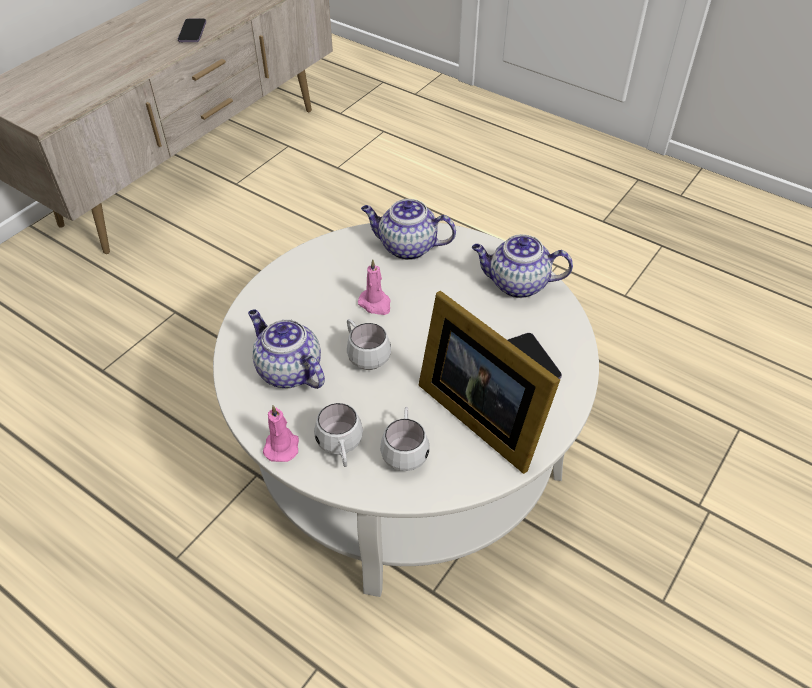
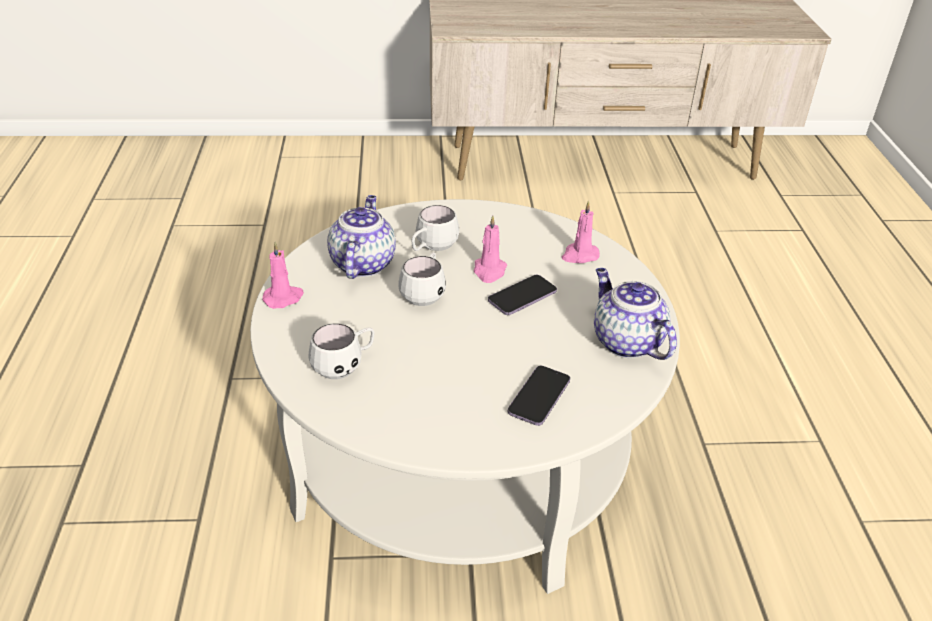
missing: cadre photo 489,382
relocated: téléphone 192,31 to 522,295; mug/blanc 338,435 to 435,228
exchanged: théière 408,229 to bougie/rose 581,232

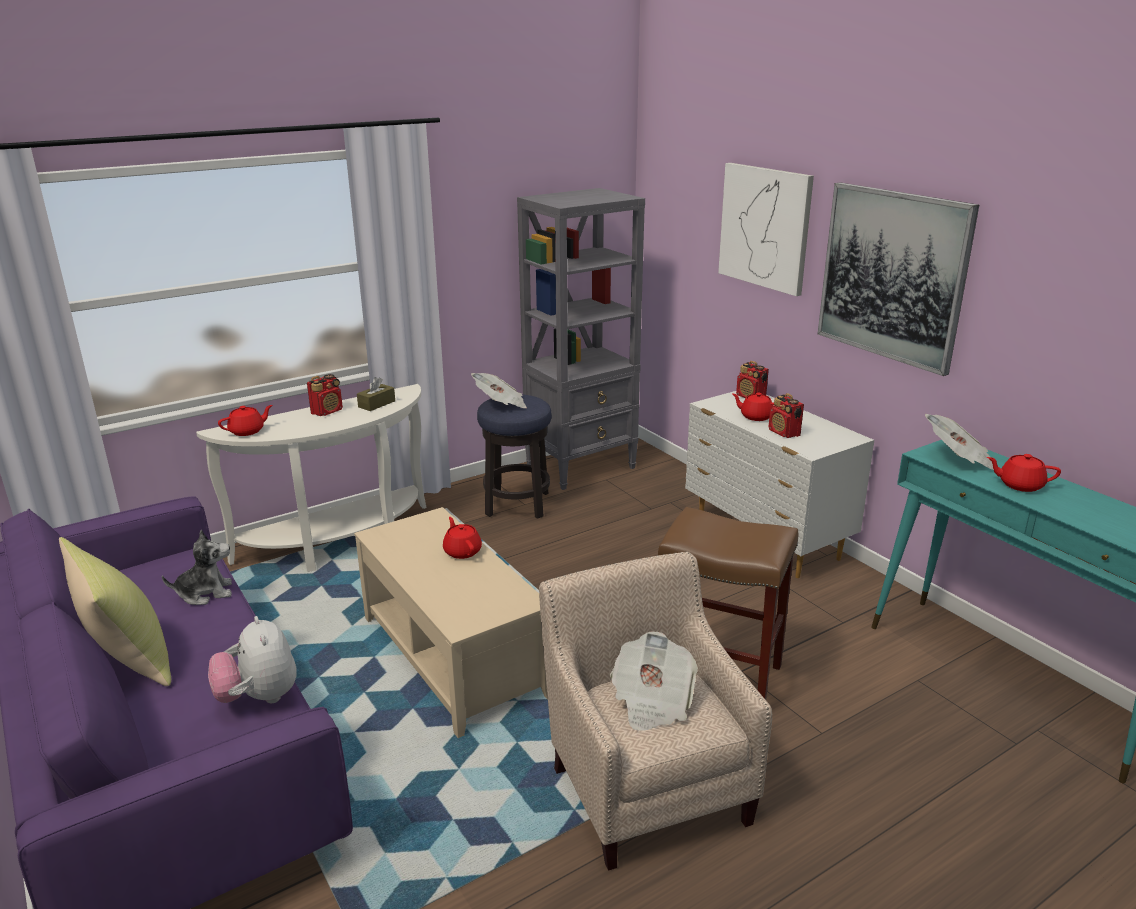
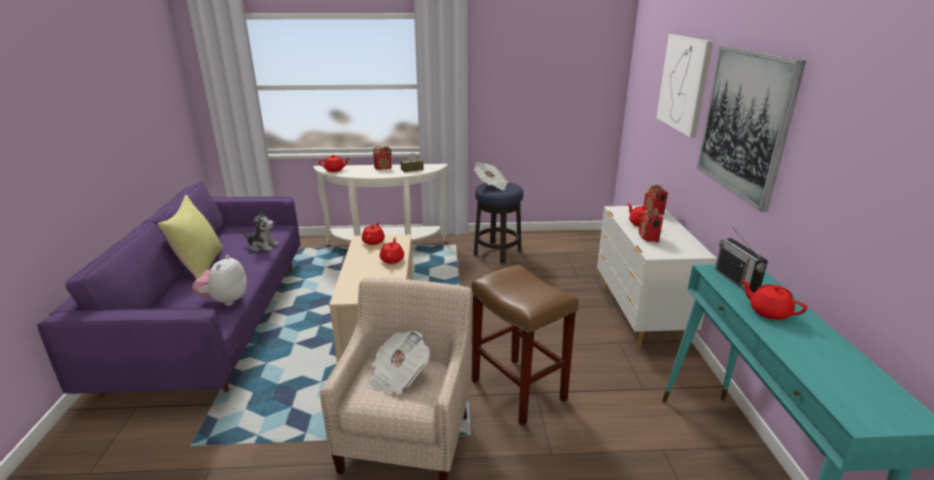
missing: bibliothèque/gris 581,339
appeared: théière/rouge 373,233
exchanged: journal 959,442 to radio 741,260

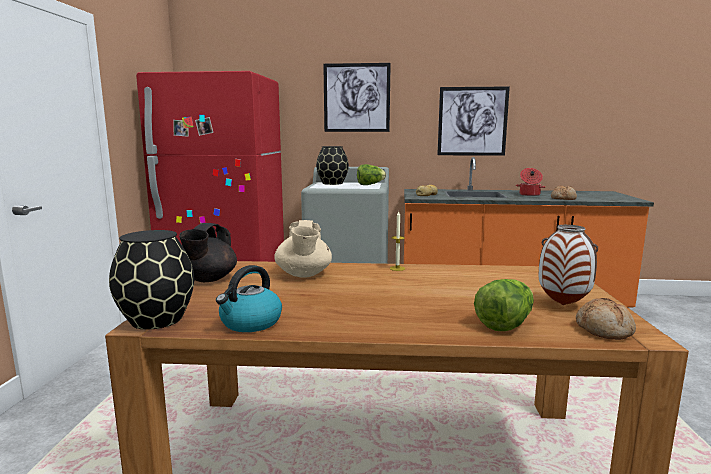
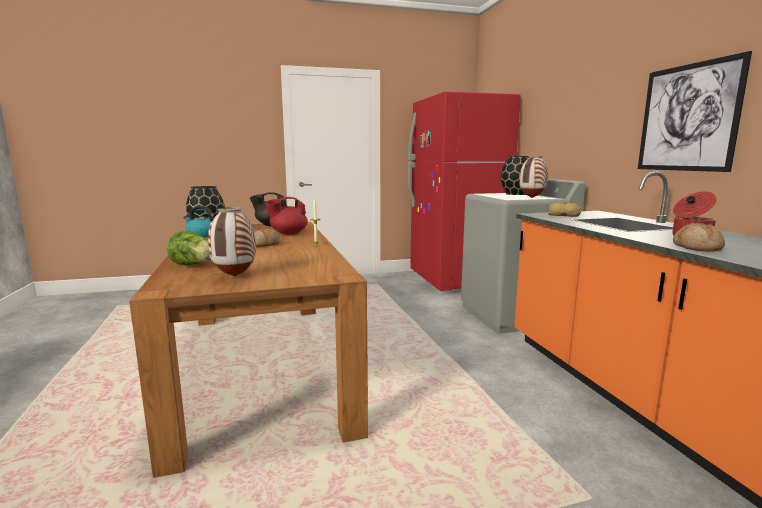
missing: tableau 357,97
relocated: pain 606,319 to 267,237
exchanged: laitue 371,174 to vase 533,177
colour: théière/beige 303,249 to théière/rouge 286,216

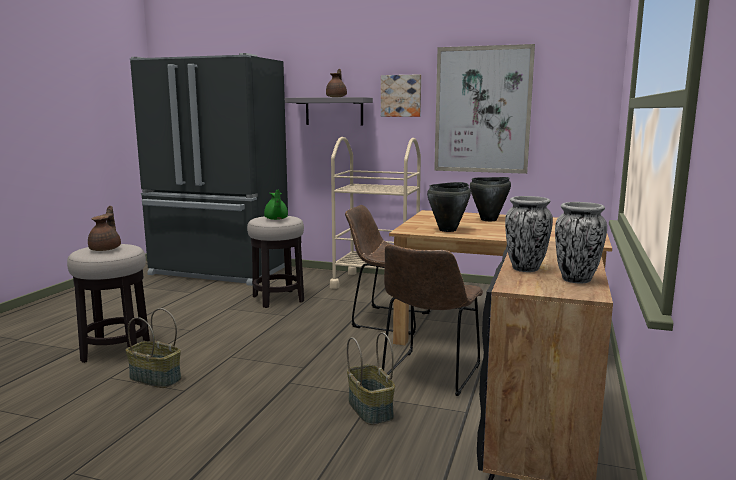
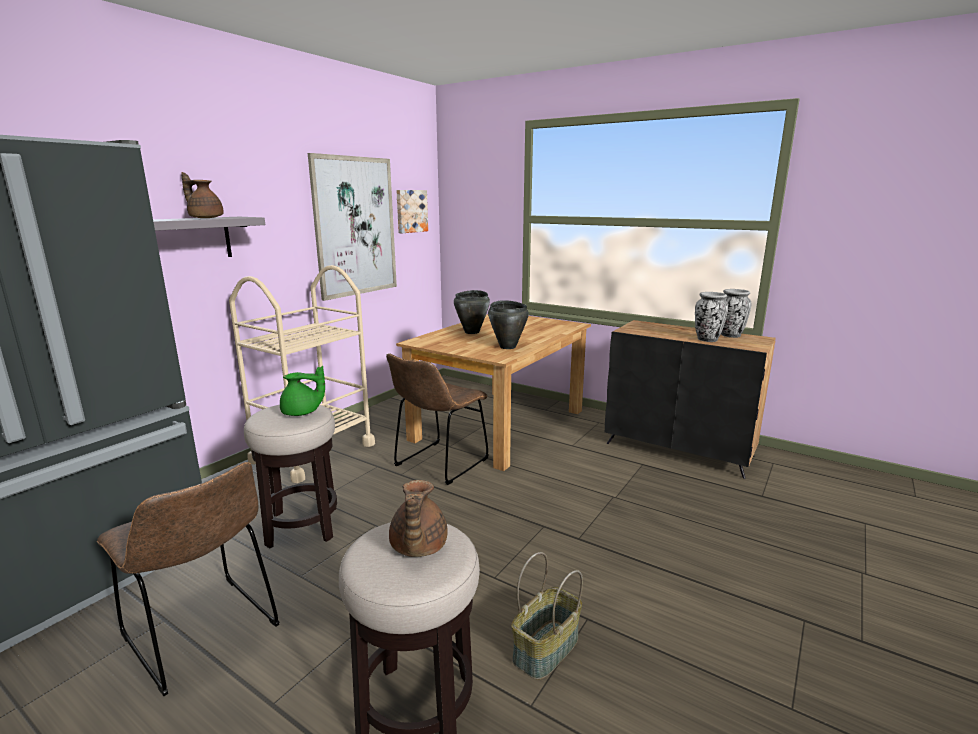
missing: panier 371,378
relocated: tableau 401,95 to 412,211; chaise/marron 432,320 to 188,579
spun: théière/marron 104,228 = 418,518 105 degrees counterclockwise

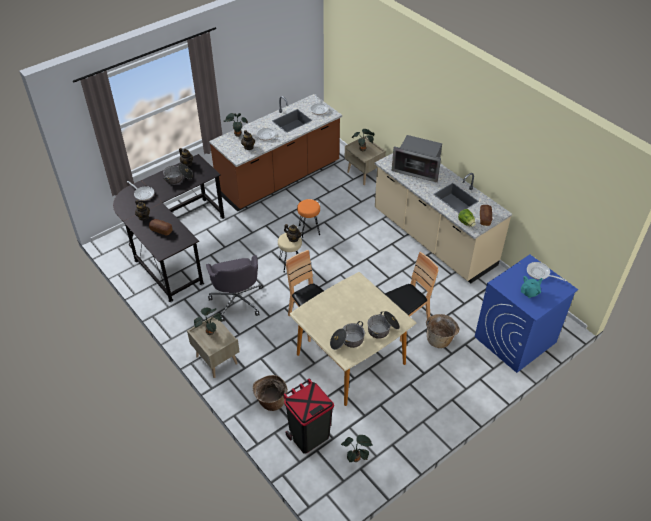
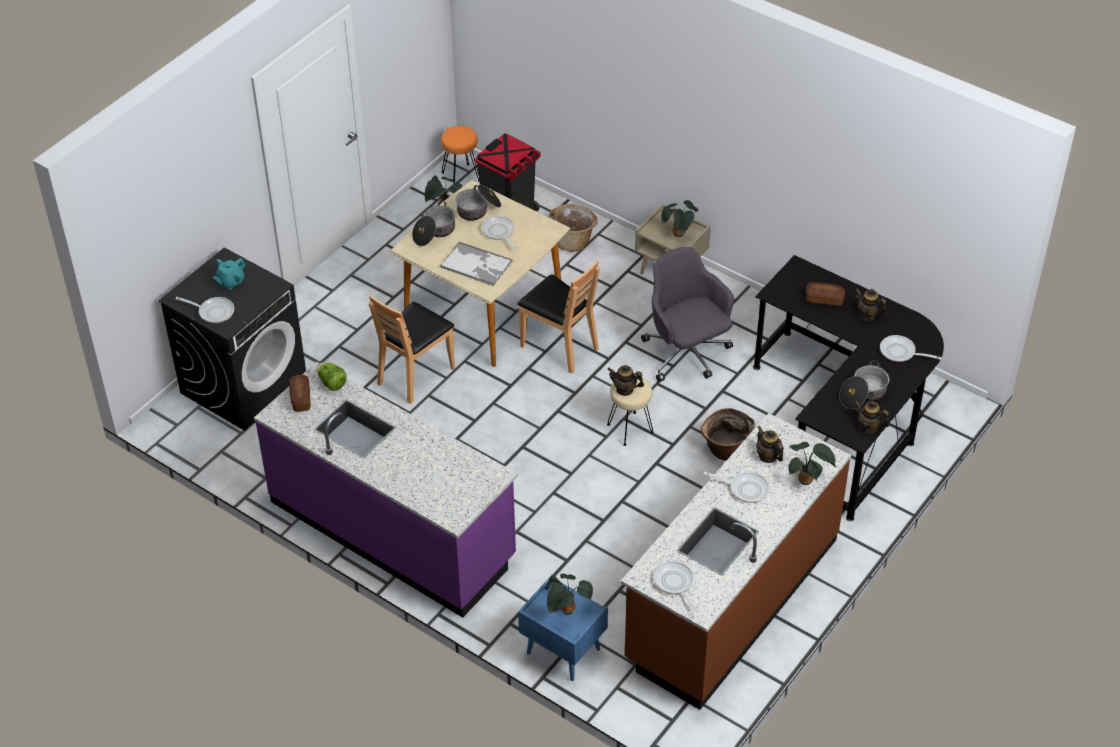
missing: micro-ondes 417,159
appeared: plateau 476,263; poêle 499,233
relocated: tabouret/orange 308,218 to 460,154; panier 442,331 to 728,434
colour: table de chevet/beige 365,160 to table de chevet/bleu 563,628; comptoir de cuisine/beige 443,218 to comptoir de cuisine/violet 386,489; lave-linge/bleu 526,314 to lave-linge/noir 232,339

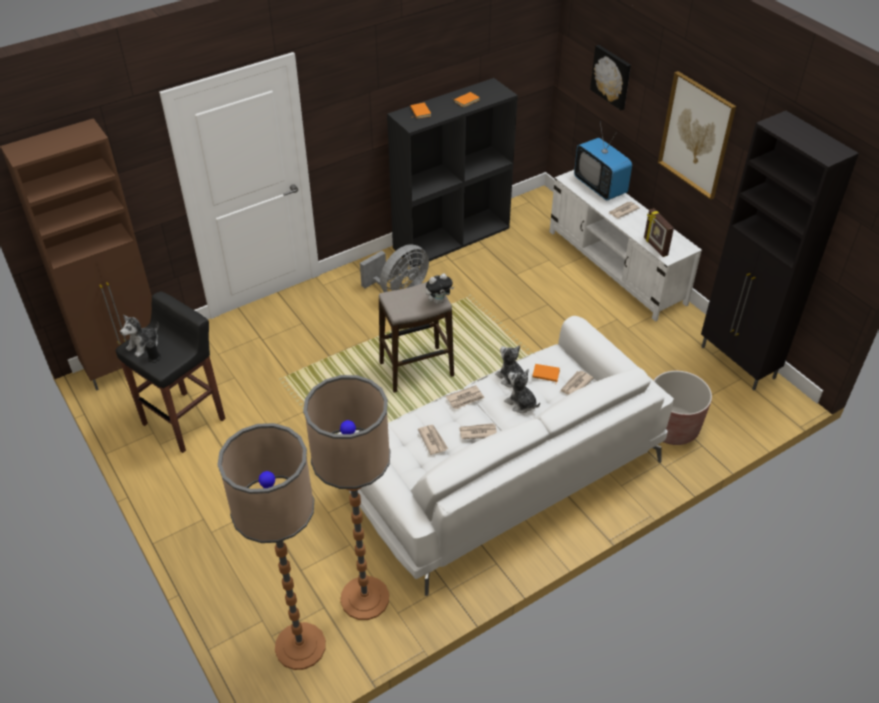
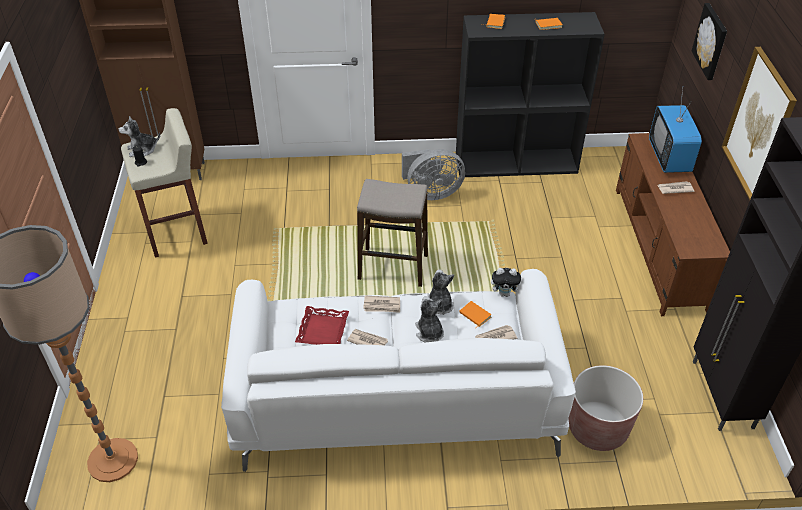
missing: lampadaire 346,497; cadre photo 659,232
relocated: peluche 440,288 to 506,282
exchanged: journal 433,440 to plateau/rouge 322,325
colour: tabouret/noir 171,372 to tabouret/beige 164,182; meuble télé/blanc 626,246 to meuble télé/marron 673,224

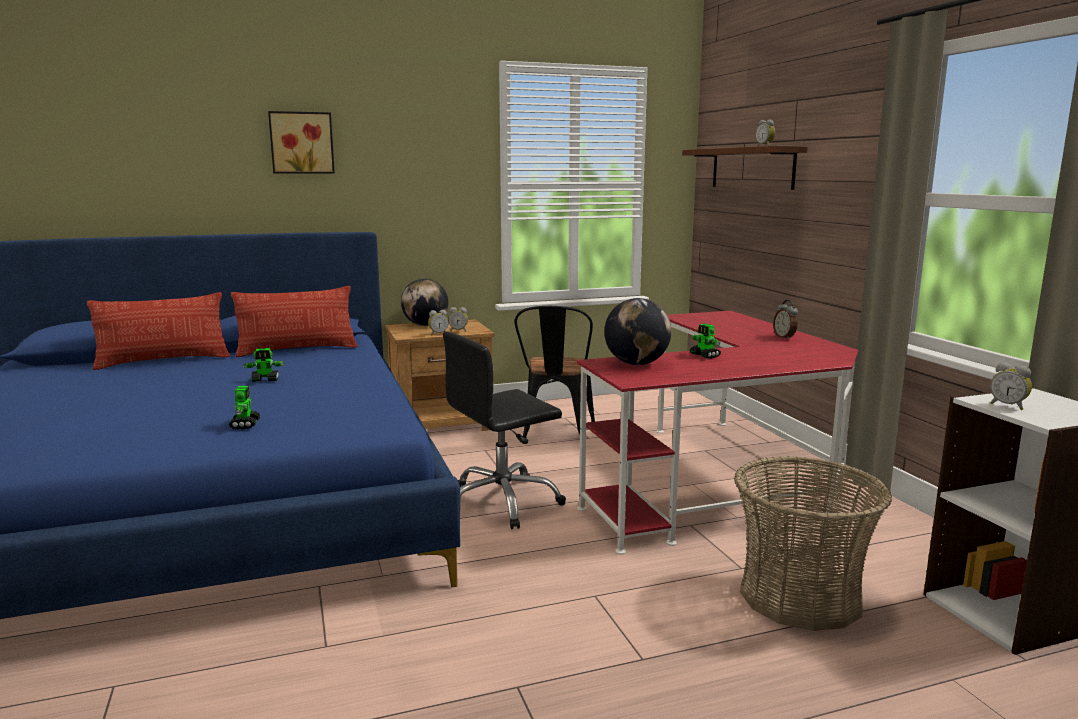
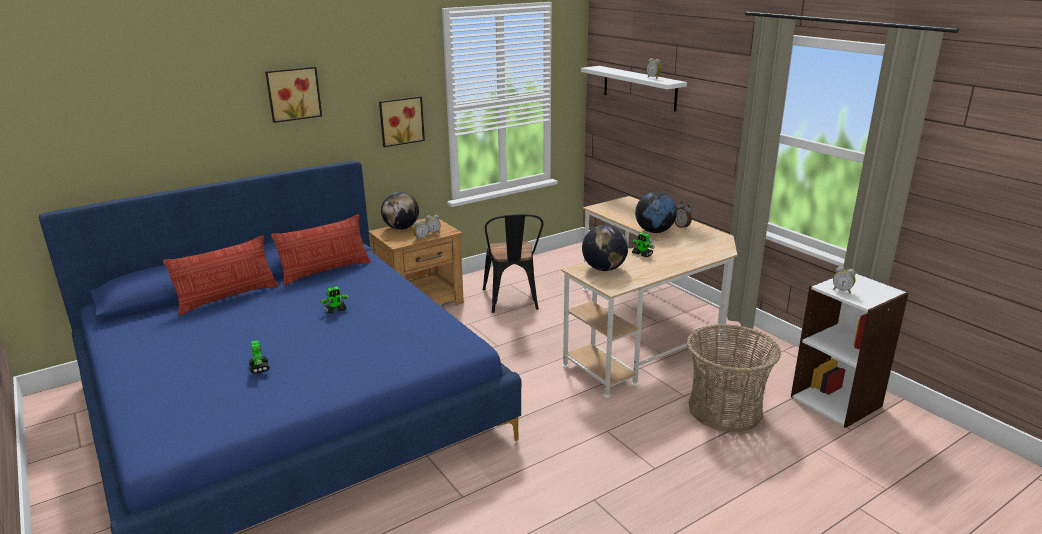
missing: chaise de bureau/noir 504,430
appeared: tableau 402,121; globe 656,212
relocated: robot jouet 244,407 to 259,357
colour: bureau/rouge 717,432 to bureau/beige 649,297; étagère/marron 745,168 to étagère/blanc 634,89

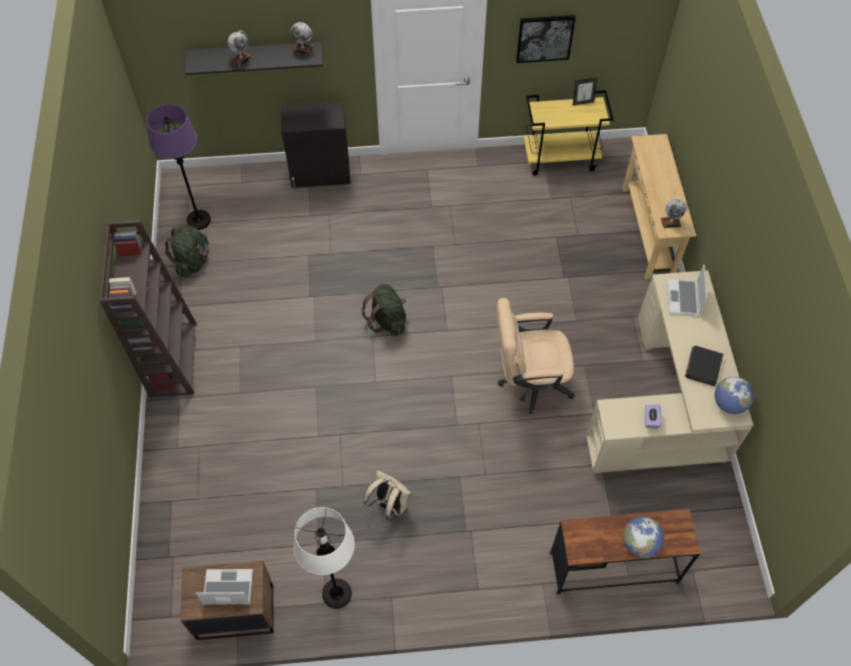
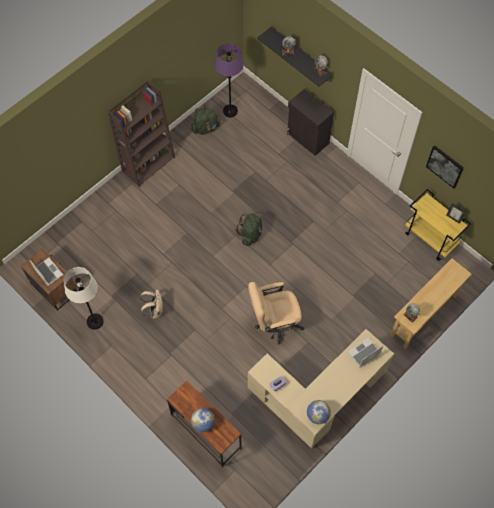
missing: livre/noir 704,366
spun: chaise de bureau/beige 535,356 = 276,312 60 degrees counterclockwise

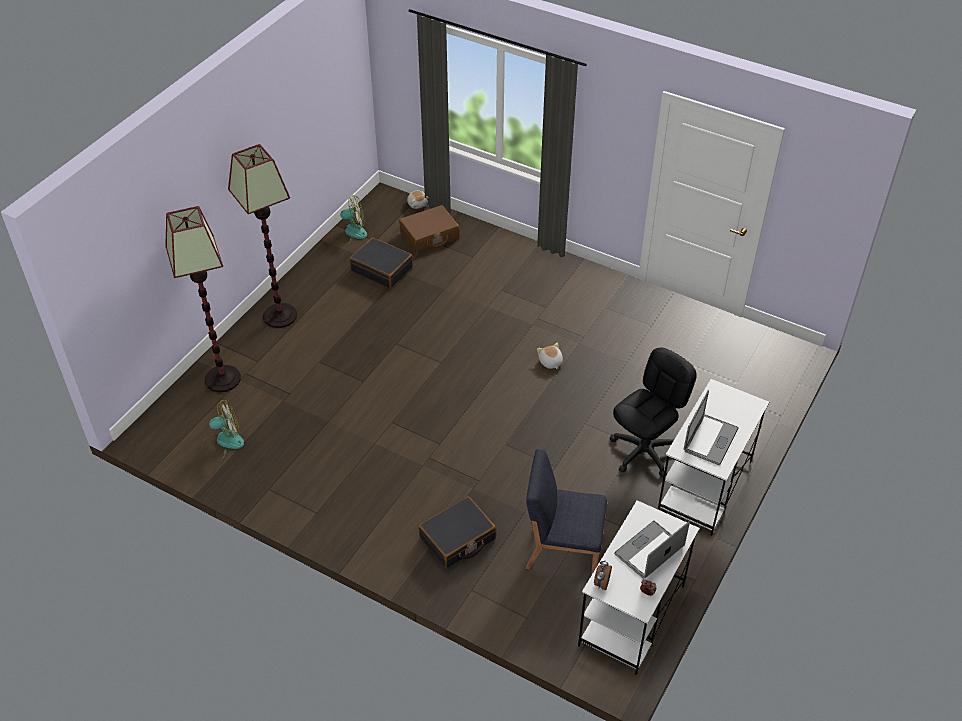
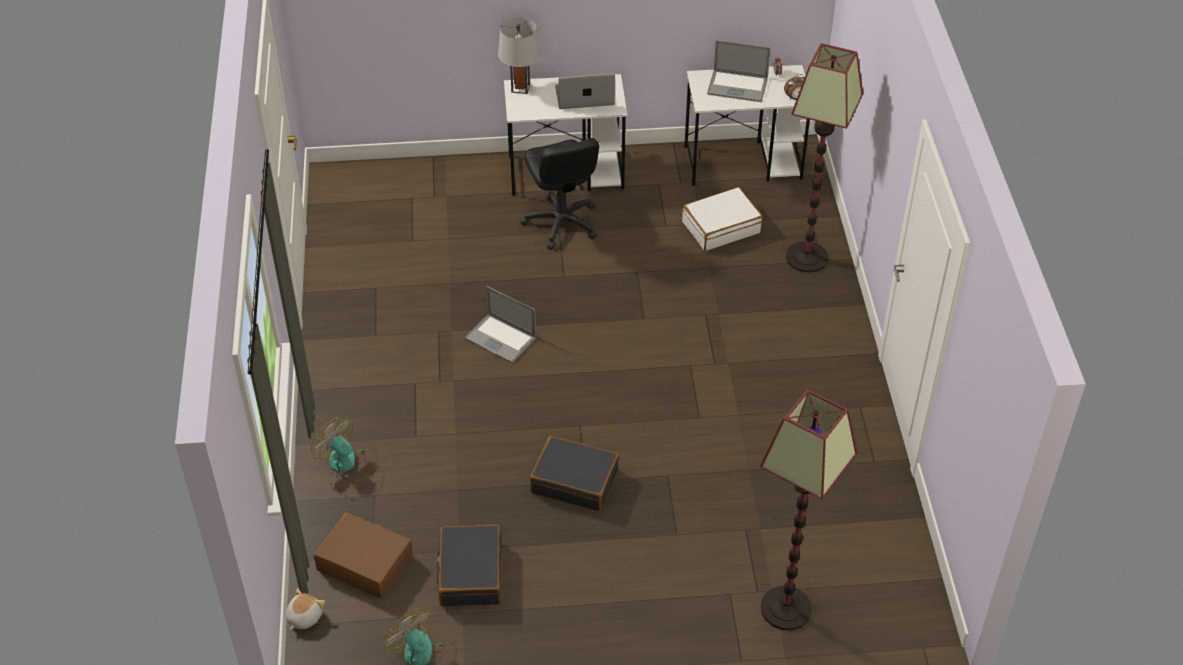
appeared: lampe de table/gris 519,55
relocated: ventilateur 223,430 to 344,449; lampadaire 262,236 to 824,158; valise/noir 457,532 to 574,473
exchanged: chaise/bleu 566,512 to valise/blanc 722,219; peluche 550,356 to ordinateur portable 500,324
spun: chaise de bureau/noir 653,413 = 559,193 120 degrees counterclockwise

